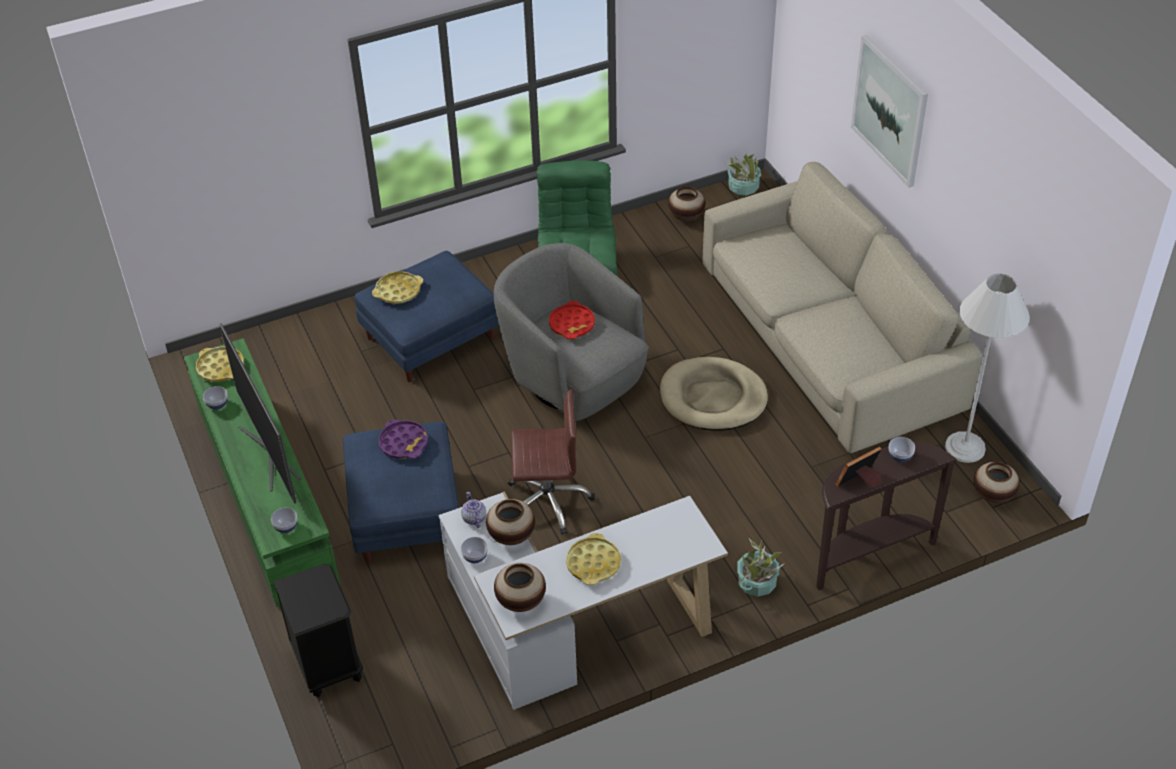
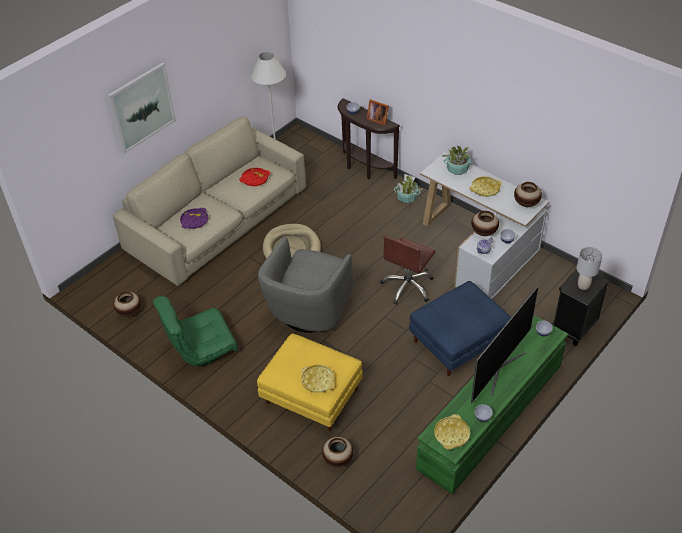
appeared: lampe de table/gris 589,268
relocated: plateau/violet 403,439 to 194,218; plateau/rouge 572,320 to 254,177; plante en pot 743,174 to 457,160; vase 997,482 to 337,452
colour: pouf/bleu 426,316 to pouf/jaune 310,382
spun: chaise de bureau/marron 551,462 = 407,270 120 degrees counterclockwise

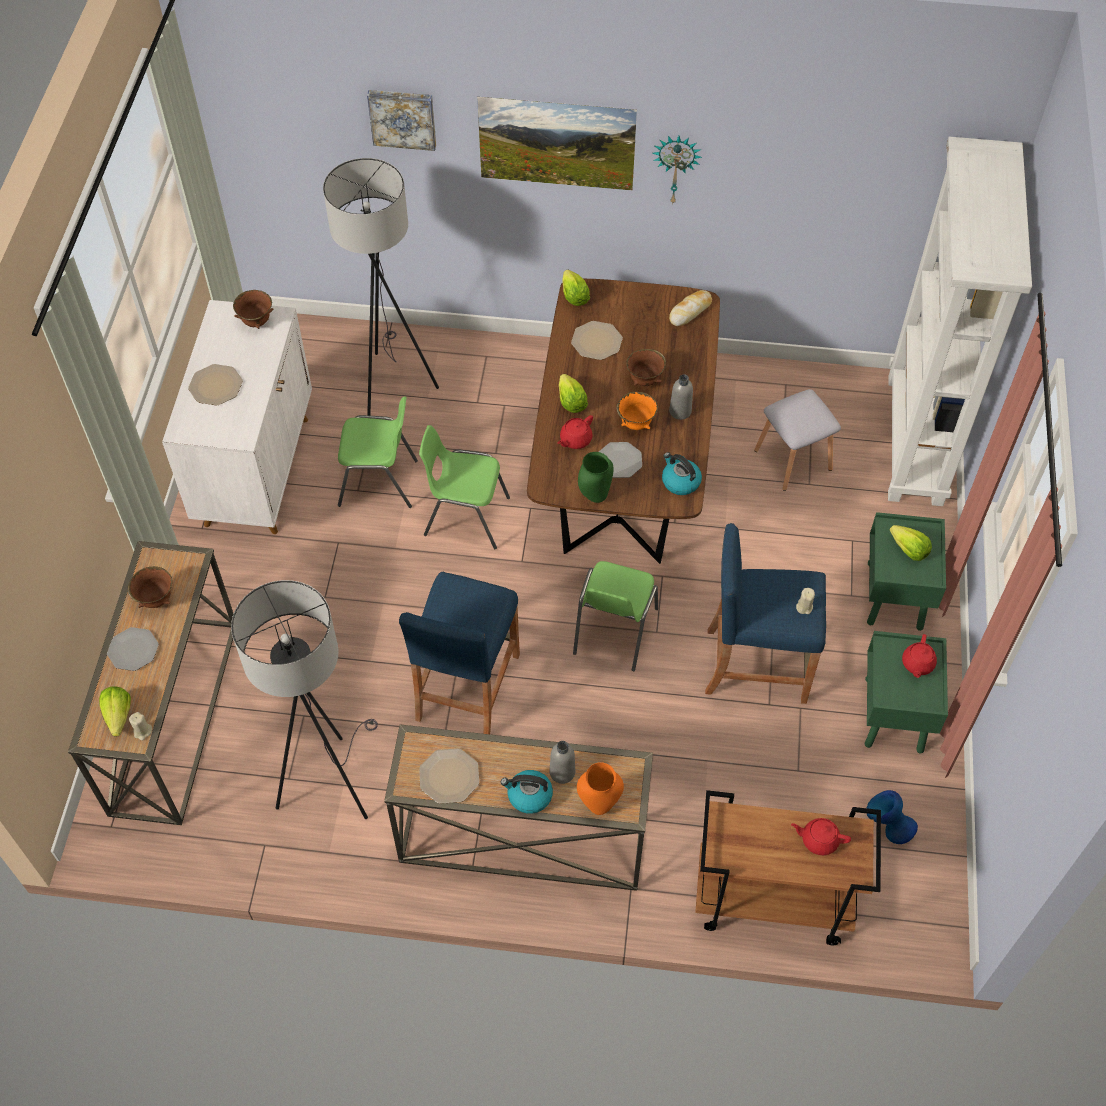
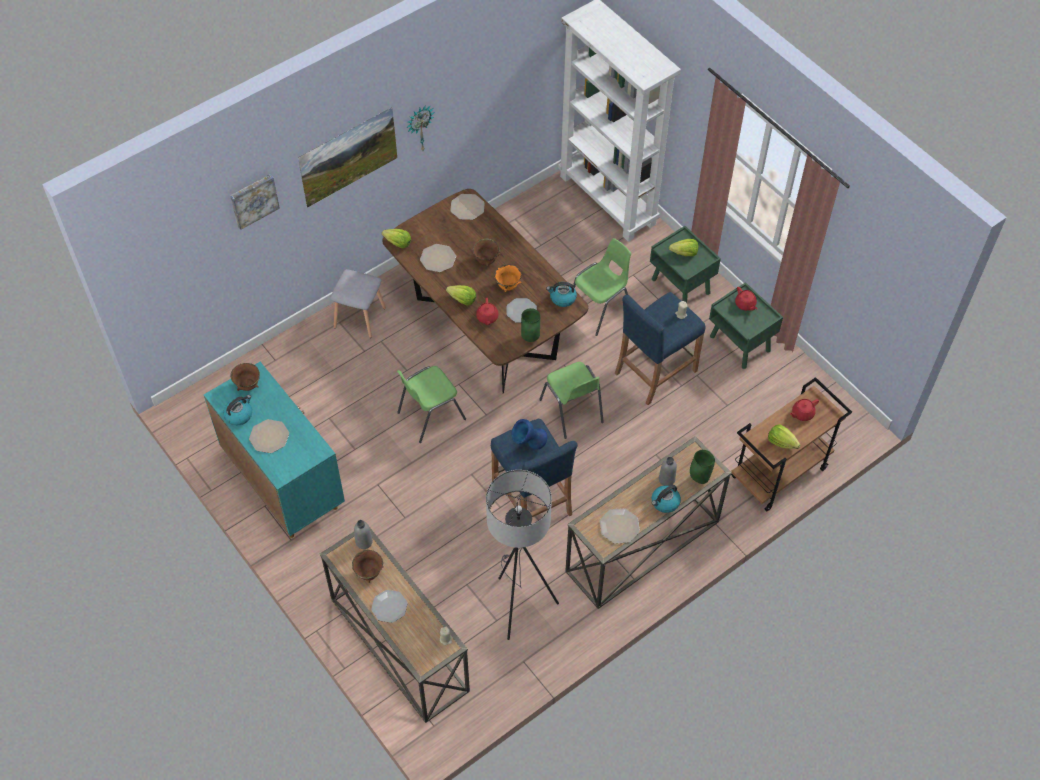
missing: lampadaire/gris 381,287
appeared: bouilloire 237,410
relocated: laitue 115,711 to 784,436; chaise/vert 378,452 to 602,287; bouteille/gris 681,397 to 363,534; tabouret/gris 797,440 to 358,303; vase/bleu 892,817 to 529,434
exchanged: pain 690,308 to assiette 467,207
colour: meuble de rangement/blanc 237,417 to meuble de rangement/turquoise 274,450; vase/orange 600,788 to vase/vert 702,467

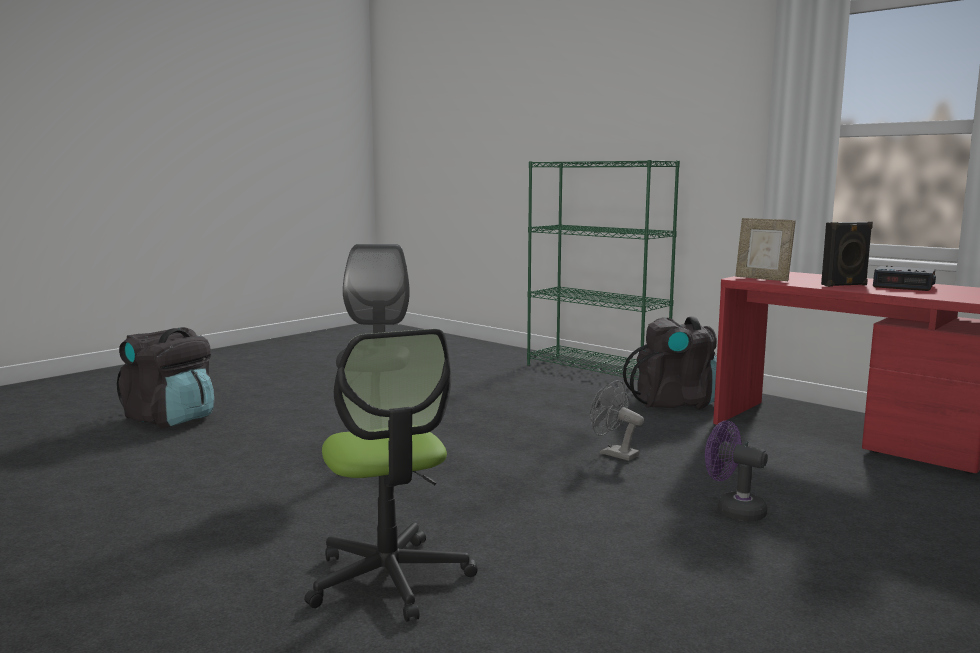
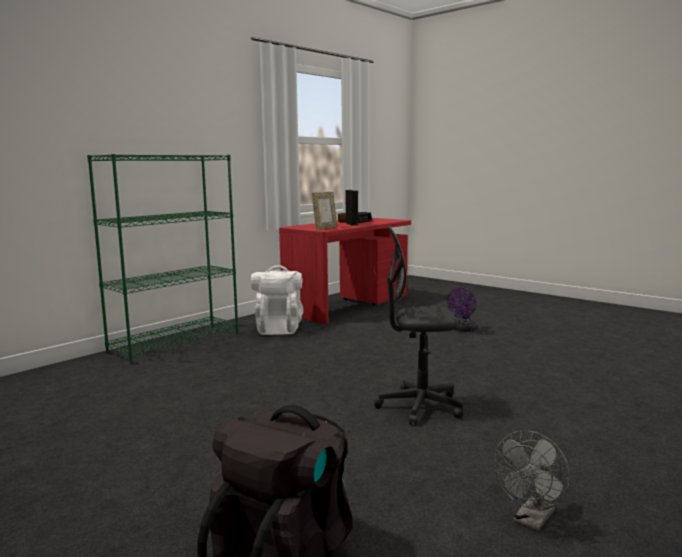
missing: chaise de bureau 391,475
relocated: ventilateur/gris 617,420 to 532,480
colour: sac à dos/noir 670,362 to sac à dos/blanc 277,300

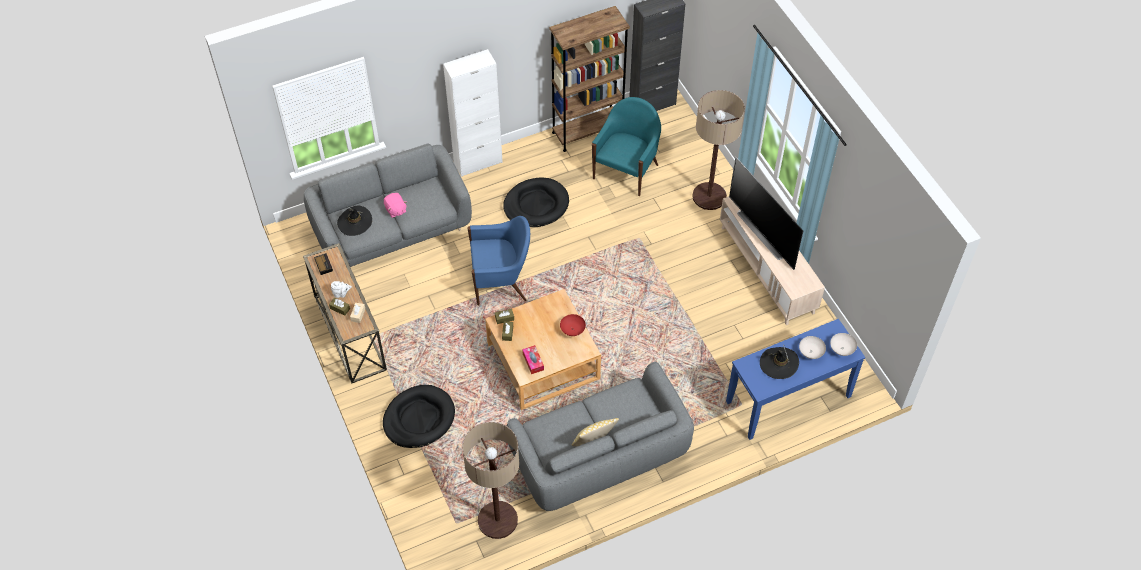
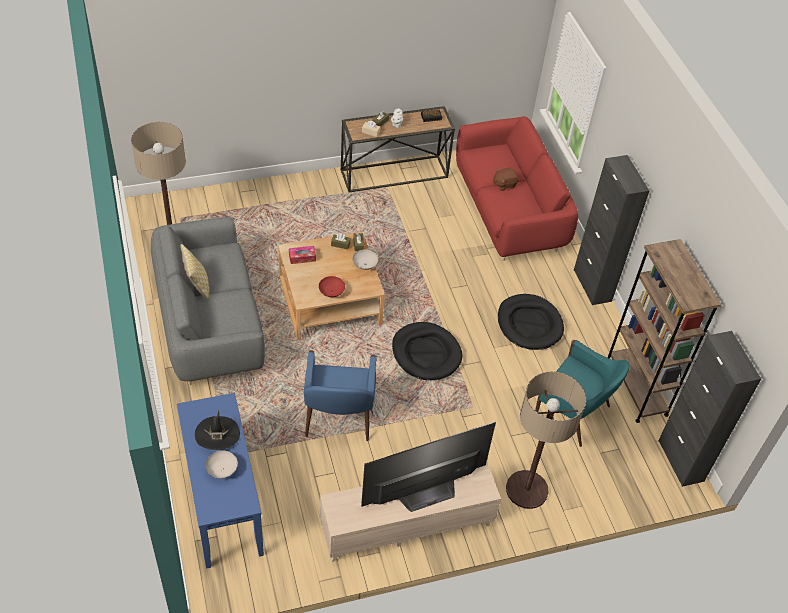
missing: chapeau/noir 354,221
relocated: panier pour chien/noir 419,416 to 427,351; fauteuil/bleu 498,261 to 340,395; bol/blanc 843,344 to 365,259
colour: canapé/gris 388,205 to canapé/rouge 517,188; peluche/rose 395,205 to peluche/marron 506,179; meuble de rangement/blanc 473,113 to meuble de rangement/noir 611,230

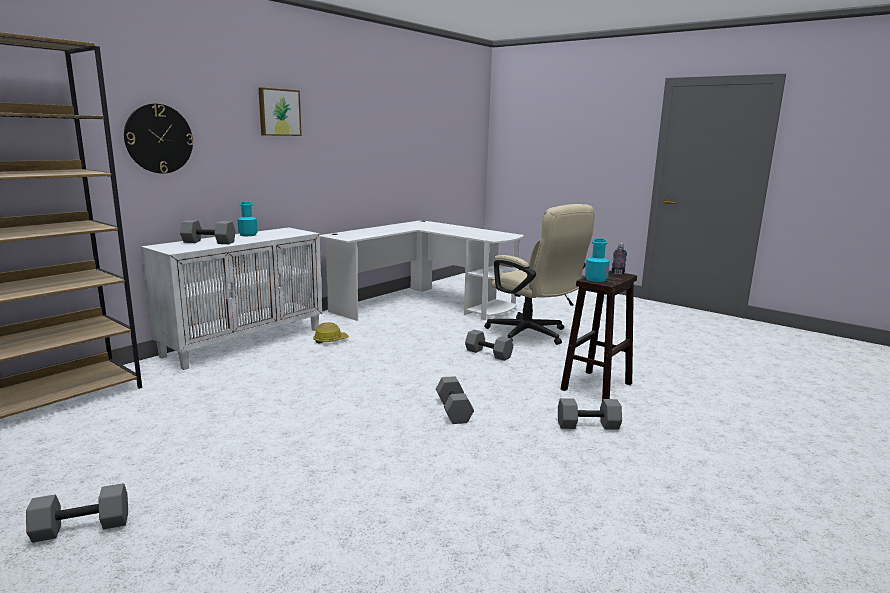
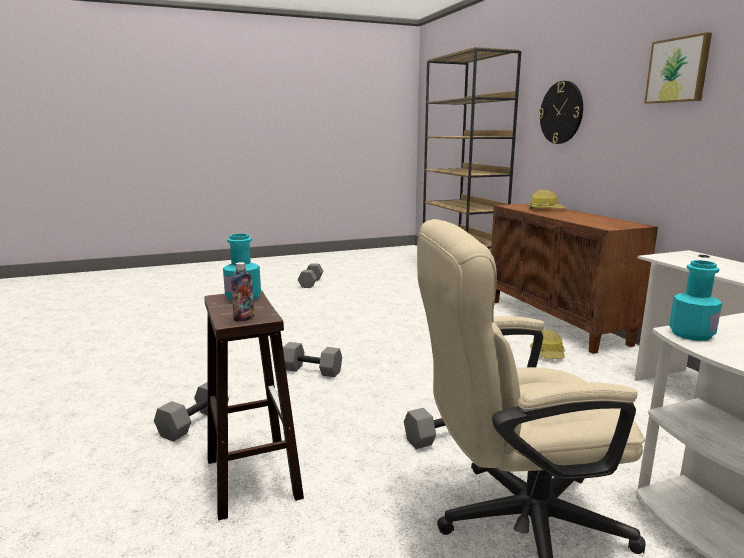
relocated: bouteille/turquoise 247,219 to 695,300
exchanged: haltère/gris 208,232 to casque de chantier 547,199
colour: meuble de rangement/blanc 231,298 to meuble de rangement/marron 574,278

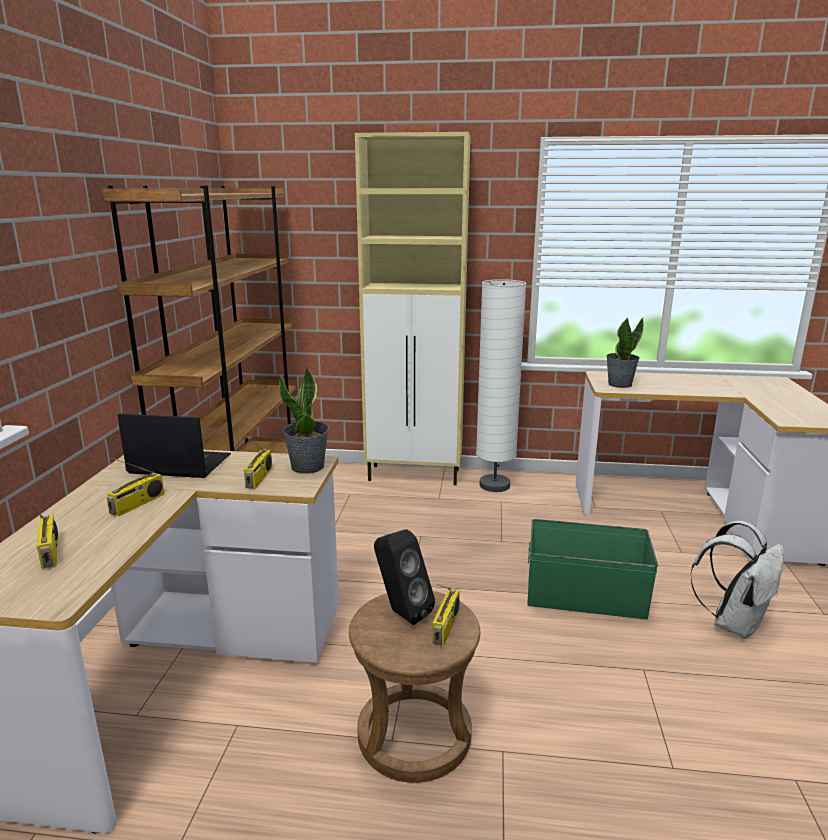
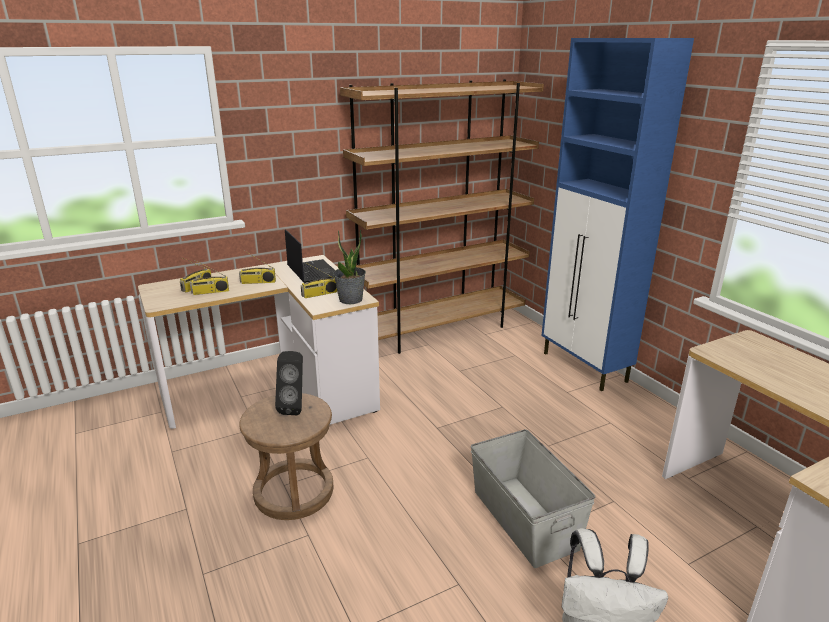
missing: lampadaire/blanc 501,385; plante en pot 625,352
relocated: radio 446,615 to 209,279
colour: meuble de rangement/beige 412,308 to meuble de rangement/bleu 617,214; boîte de rangement/vert 592,569 to boîte de rangement/gris 533,498

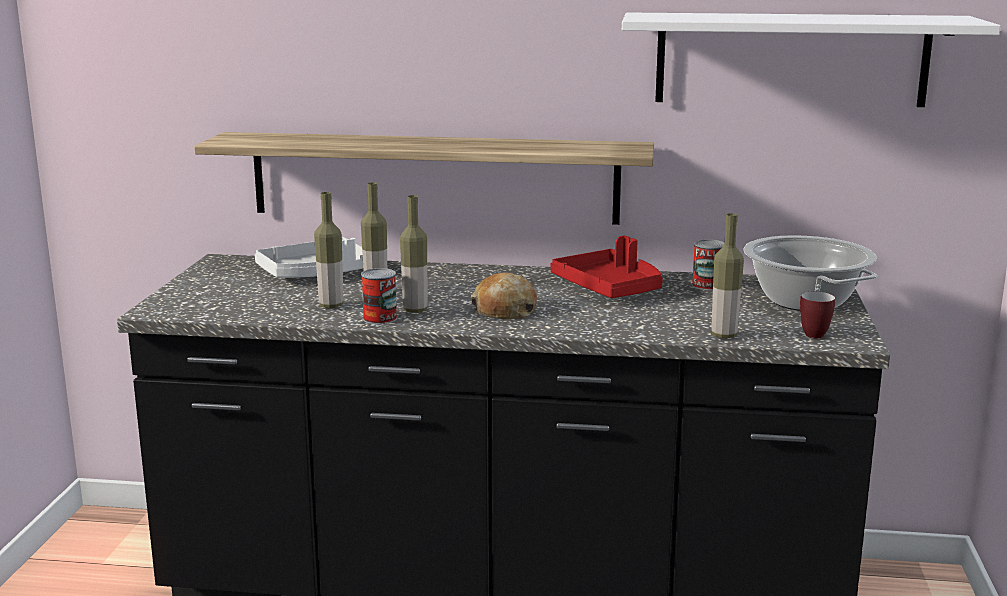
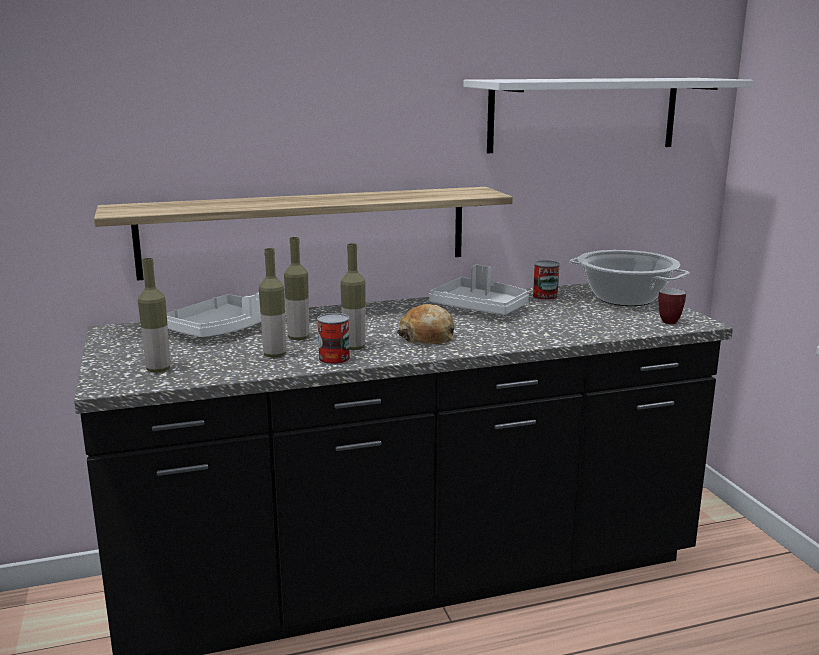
relocated: bouteille 727,275 to 154,315
colour: plateau/rouge 607,267 to plateau/gris 479,290

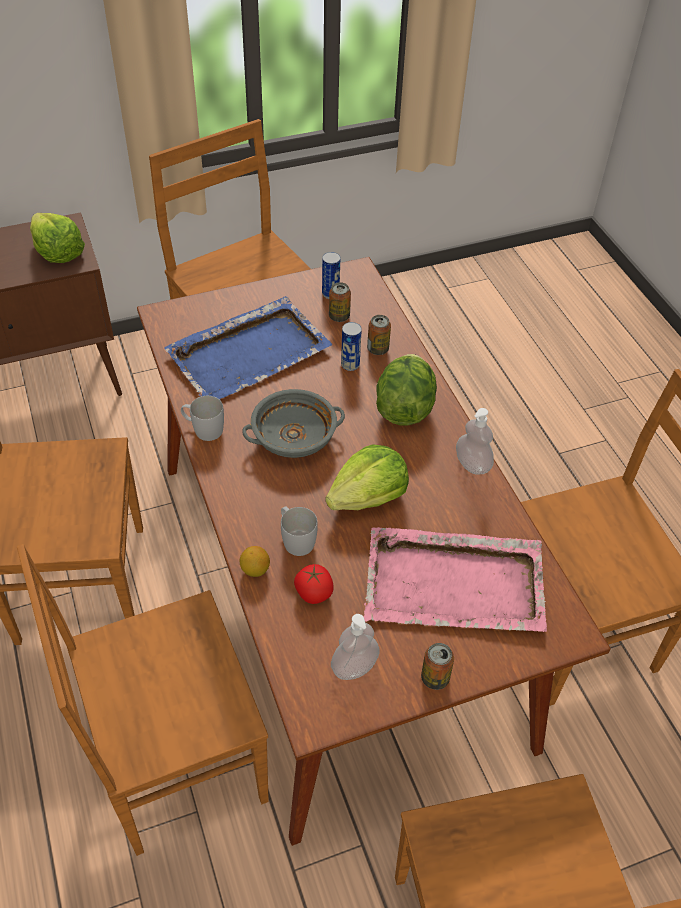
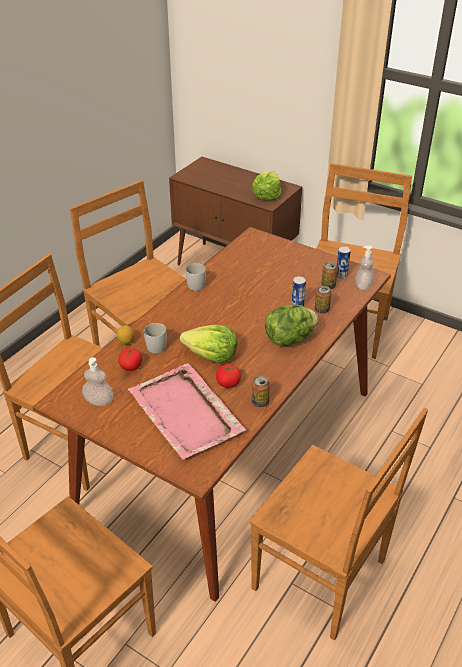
missing: plateau/bleu 248,347; bol/gris 293,423
appeared: tomate 228,376
relocated: boîte métallique 437,666 to 261,391; distributeur de savon 475,441 to 364,268

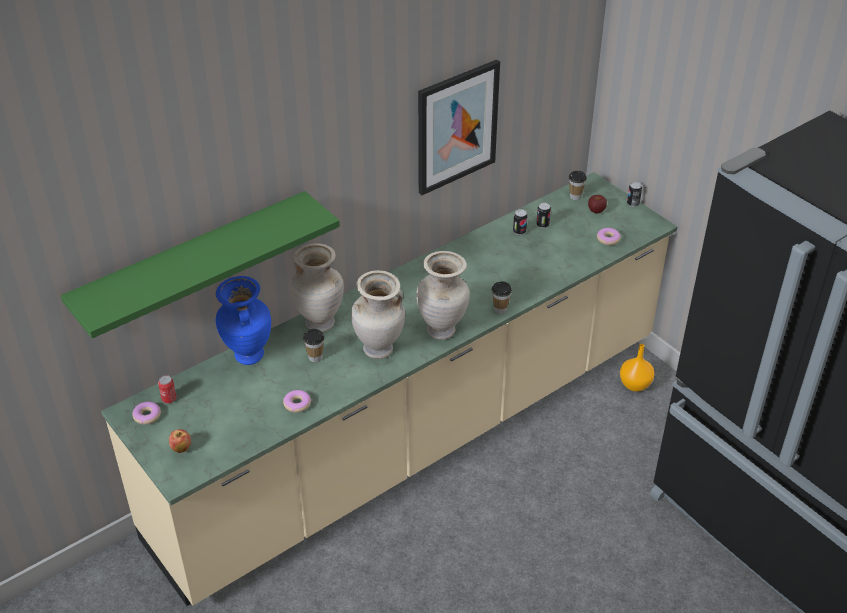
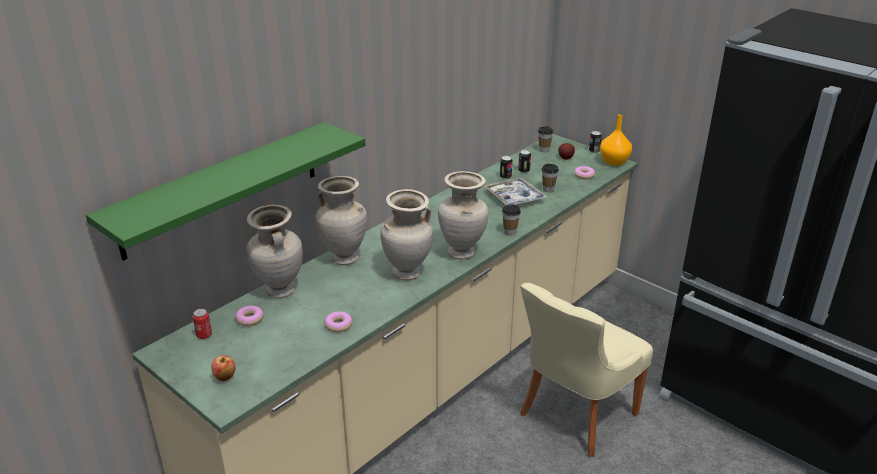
missing: tableau 459,127
appeared: plateau 515,191; chaise/beige 586,370
relocated: beignet 146,413 to 249,316; tasse 313,345 to 550,178; vase/orange 637,367 to 616,140
colour: vase/bleu 243,320 to vase/beige 274,251

